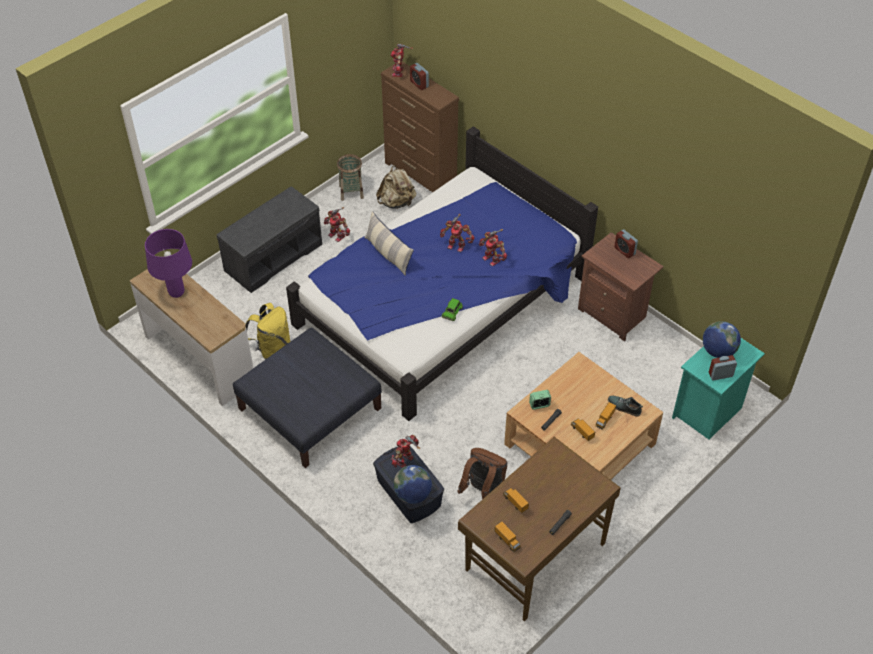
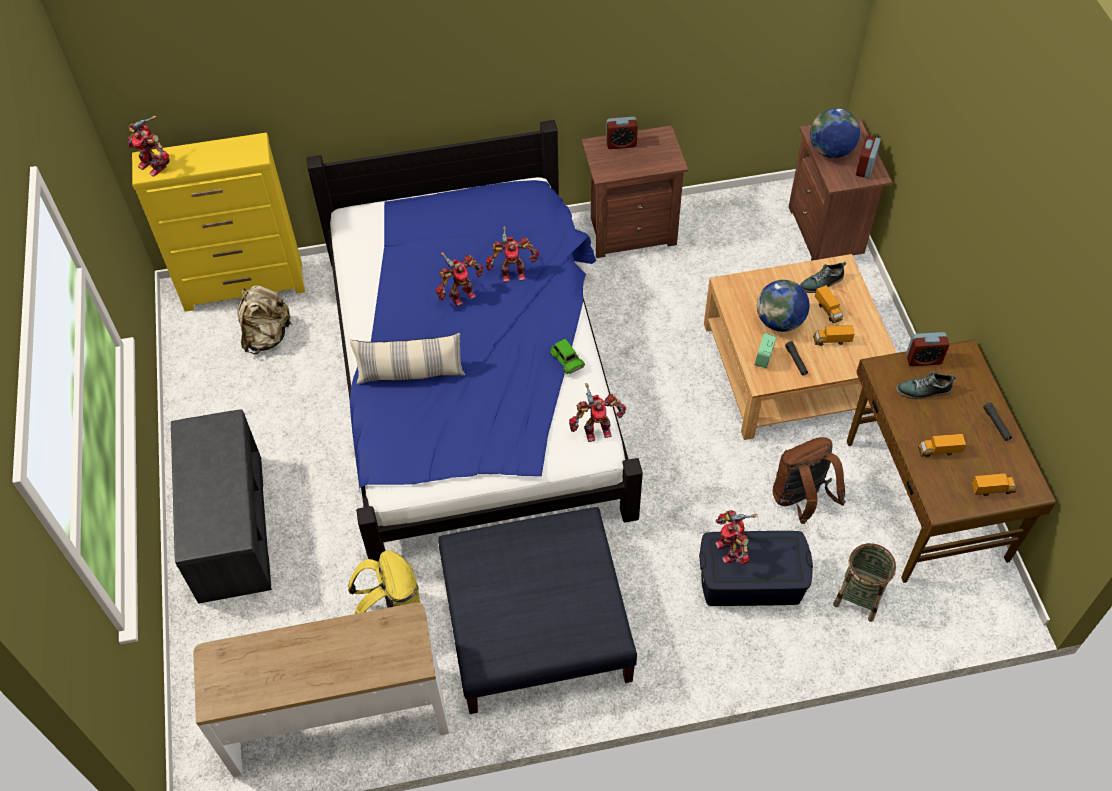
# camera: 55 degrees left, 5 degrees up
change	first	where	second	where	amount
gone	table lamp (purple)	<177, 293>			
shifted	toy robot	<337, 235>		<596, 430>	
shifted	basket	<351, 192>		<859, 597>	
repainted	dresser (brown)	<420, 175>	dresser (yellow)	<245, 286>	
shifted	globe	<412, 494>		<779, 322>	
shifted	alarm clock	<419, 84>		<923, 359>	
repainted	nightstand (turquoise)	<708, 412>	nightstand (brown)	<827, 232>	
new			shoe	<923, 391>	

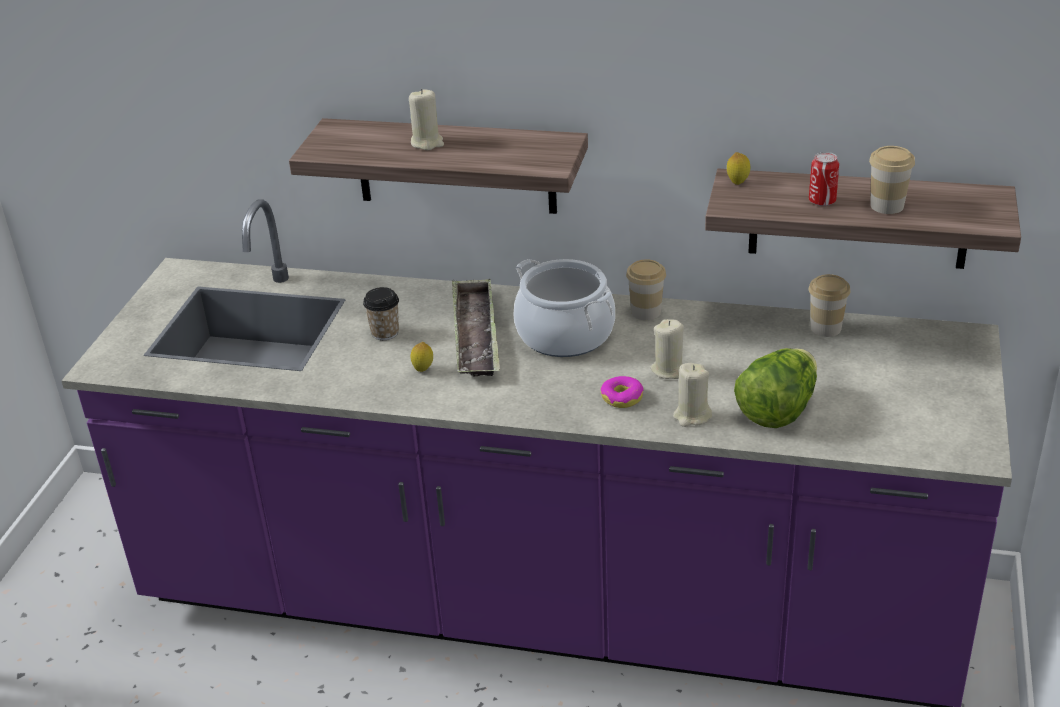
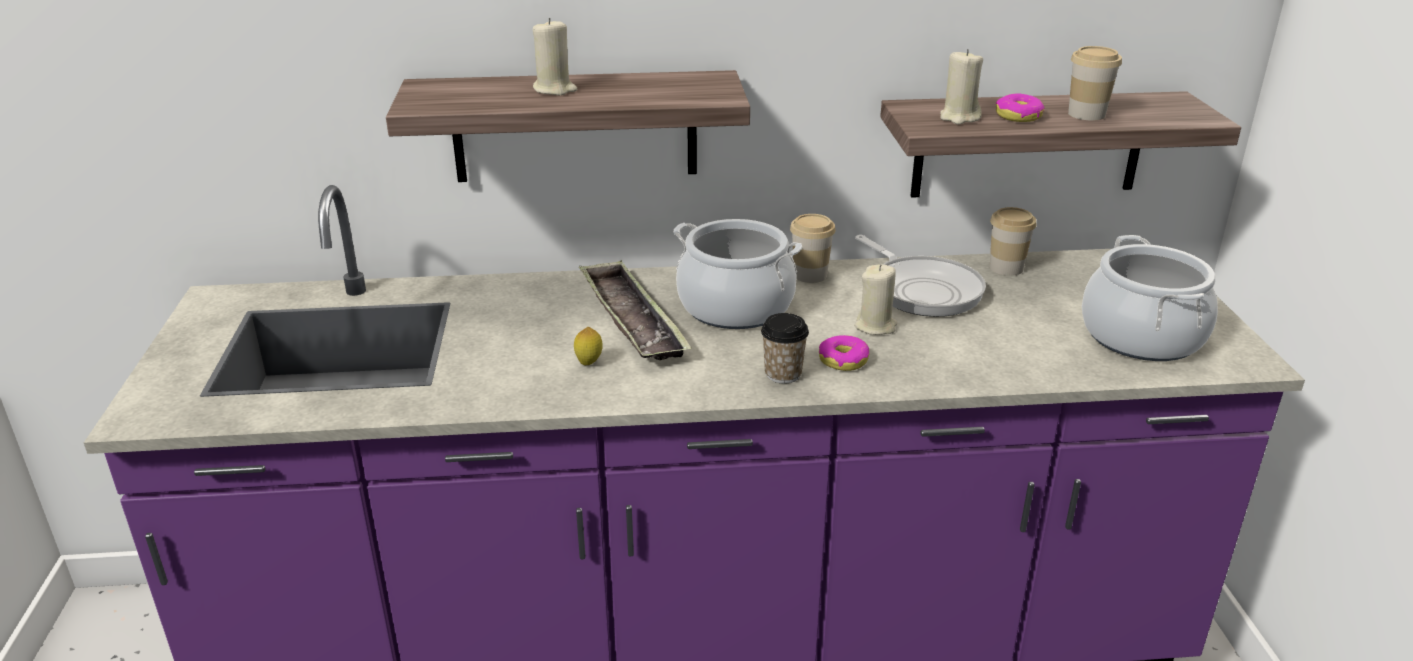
# camera: 20 degrees left, 5 degrees down
change	first	where	second	where	amount
shifted	cup	<385, 333>		<783, 374>	
shifted	candle (beige)	<692, 416>		<959, 117>	
gone	lemon	<737, 182>			
gone	lettuce	<777, 410>			
swapped	can	<822, 201>	donut	<1018, 116>	
new			frying pan	<922, 290>	
new			cooking pot	<1141, 336>	

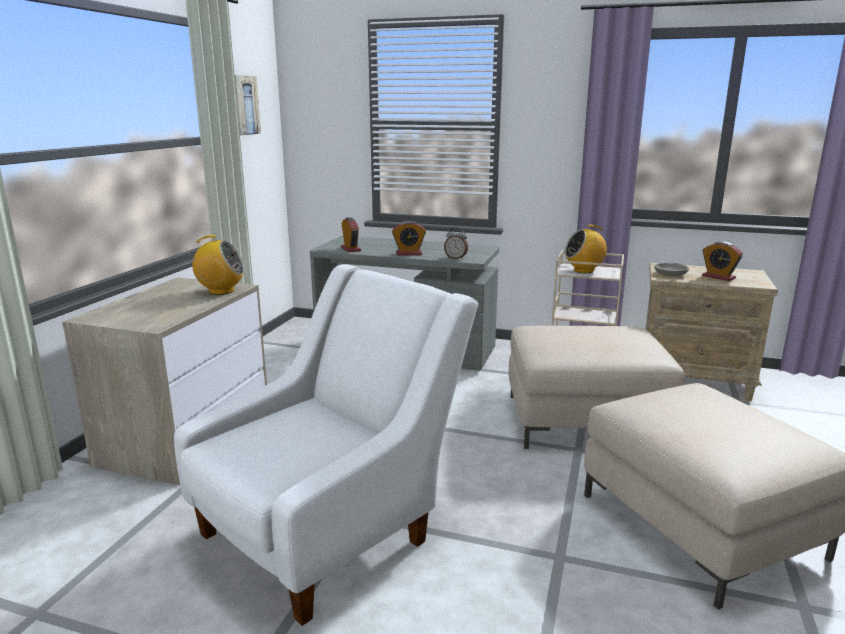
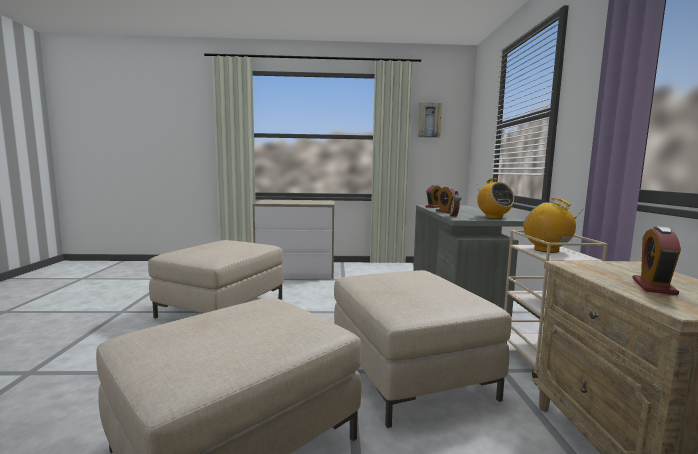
# camera: 70 degrees right, 10 degrees down
change	first	where	second	where	amount
swapped	armchair (white)	<330, 528>	ottoman (beige)	<222, 307>	
shifted	radio	<221, 291>		<493, 217>	
gone	bowl (grey)	<670, 274>			

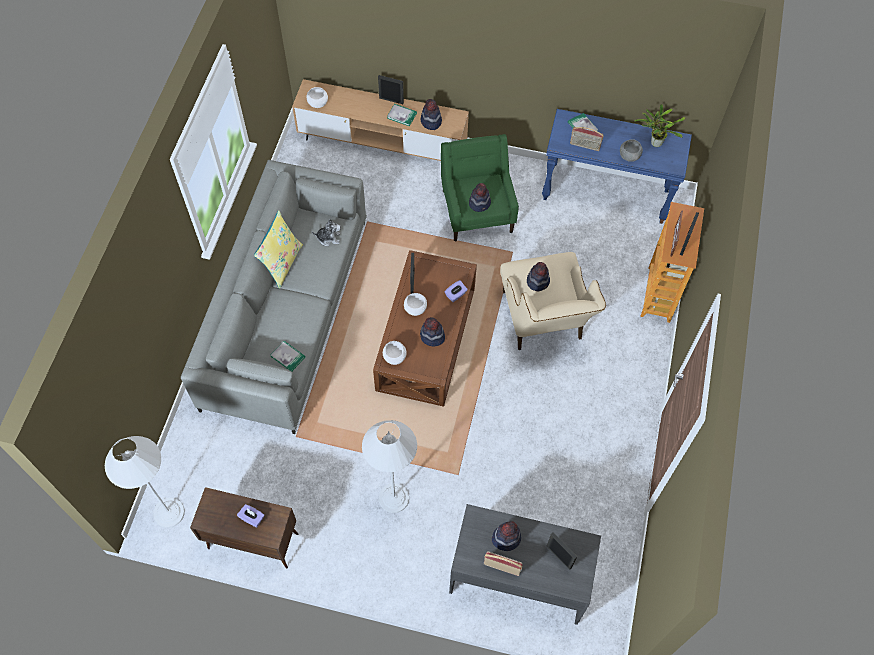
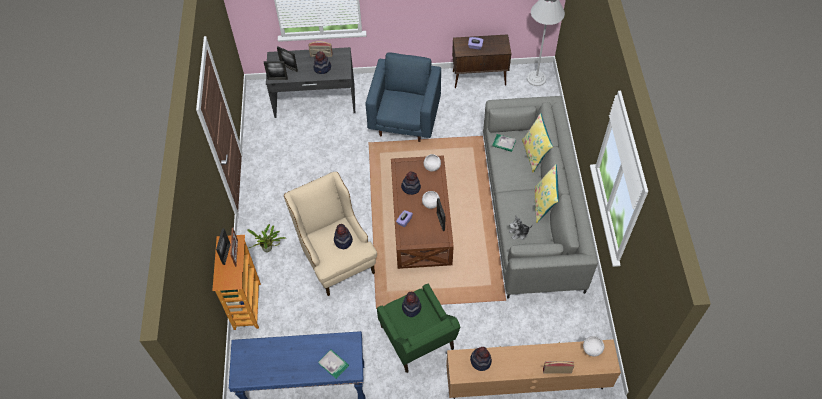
# camera: 165 degrees right, 5 degrees down
change	first	where	second	where	amount
swapped	floor lamp (white)	<393, 498>	armchair (blue)	<405, 120>	
shifted	picture frame	<391, 100>		<277, 79>	
gone	book	<402, 115>			
shifted	radio	<584, 146>		<556, 370>	
gone	bowl (grey)	<629, 156>			
shifted	potted plant	<654, 142>		<269, 249>	
new			pillow (yellow)	<534, 154>	

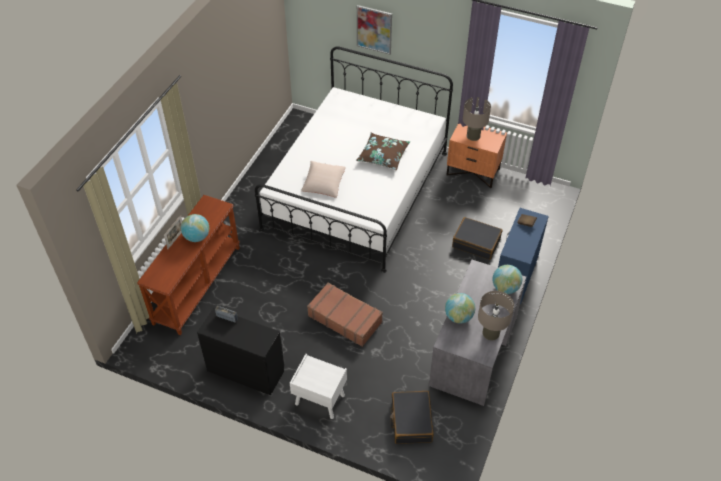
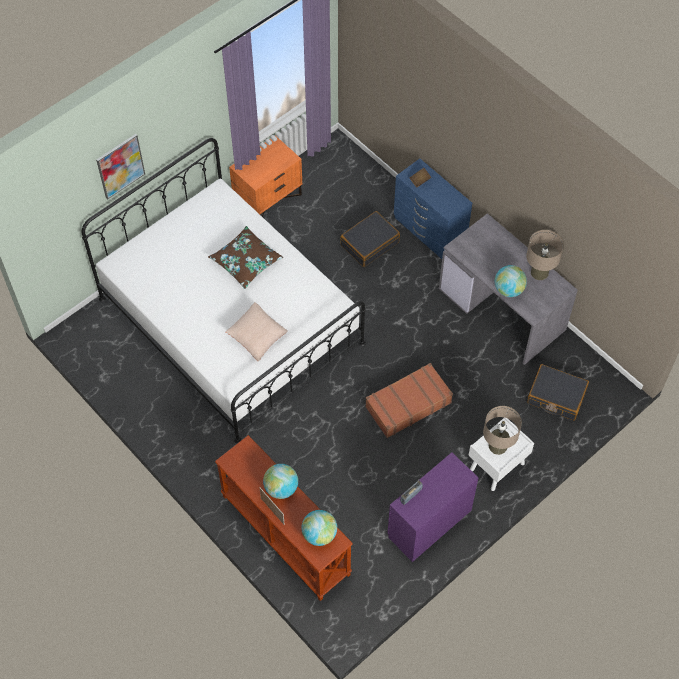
# camera: 65 degrees left, 10 degrees up
change	first	where	second	where	amount
repainted	dresser (black)	<245, 370>	dresser (purple)	<428, 523>	
shifted	table lamp (beige)	<473, 136>		<497, 446>	
shifted	globe	<505, 288>		<319, 534>	

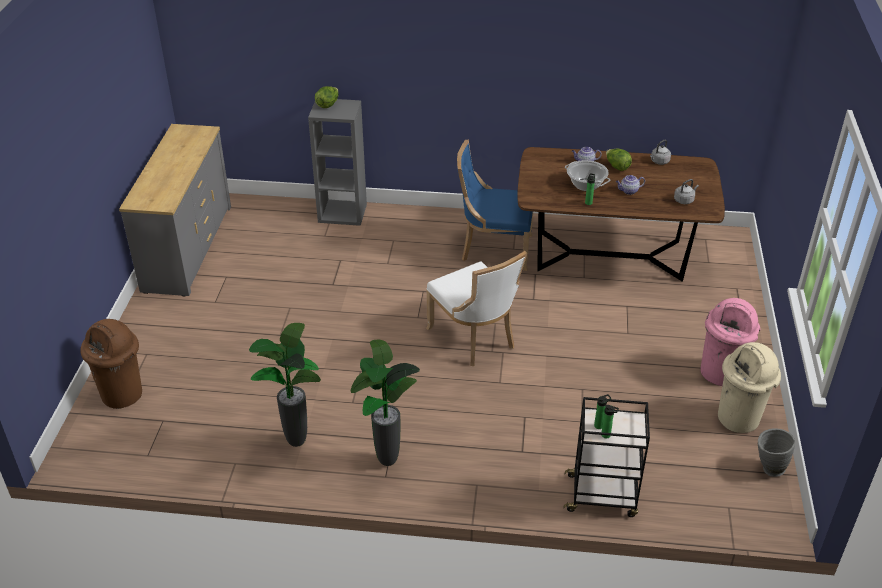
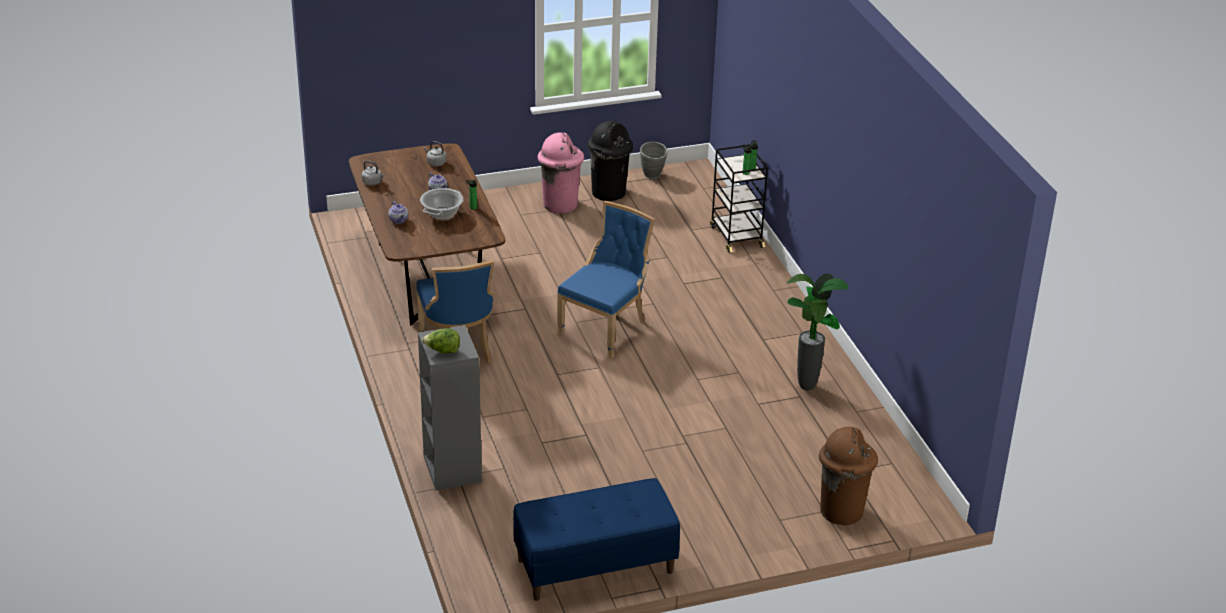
# camera: 115 degrees left, 5 degrees down
change	first	where	second	where	amount
swapped	dresser (grey)	<187, 248>	bench (blue)	<595, 566>	
gone	potted plant	<386, 462>			
repainted	chair (white)	<475, 339>	chair (blue)	<606, 328>	
gone	lettuce	<617, 167>			
repainted	trash can (beige)	<739, 419>	trash can (black)	<609, 192>	

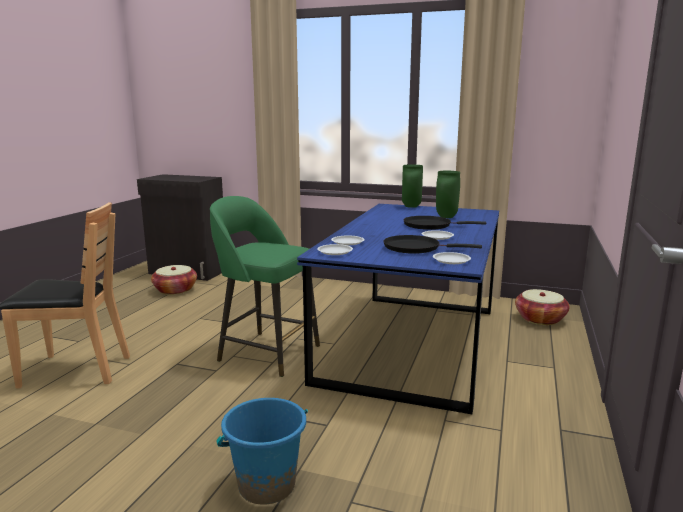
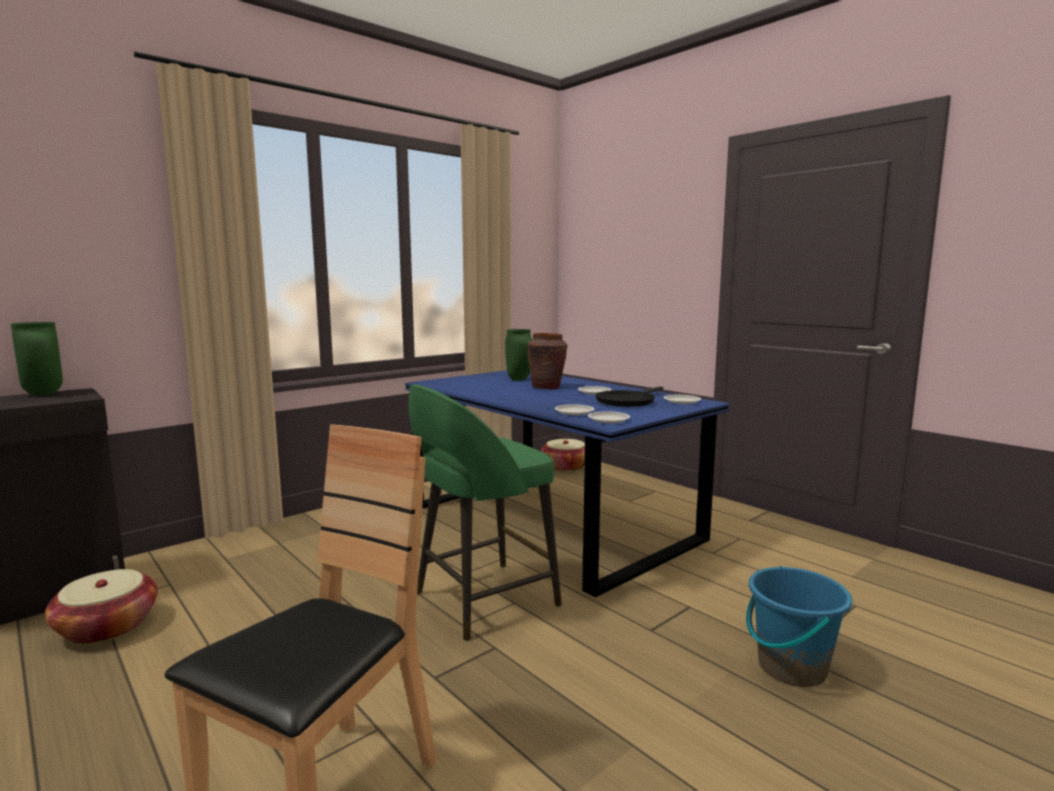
# camera: 60 degrees left, 5 degrees down
change	first	where	second	where	amount
shifted	vase (green)	<410, 206>		<42, 394>	
swapped	frying pan (black)	<430, 225>	vase (brown)	<546, 387>	

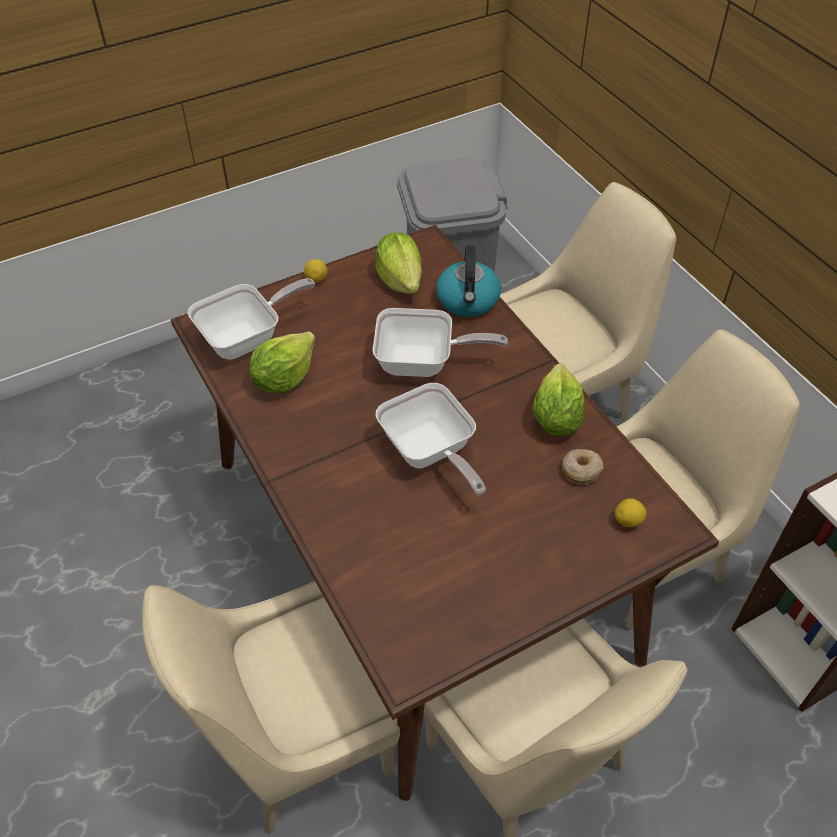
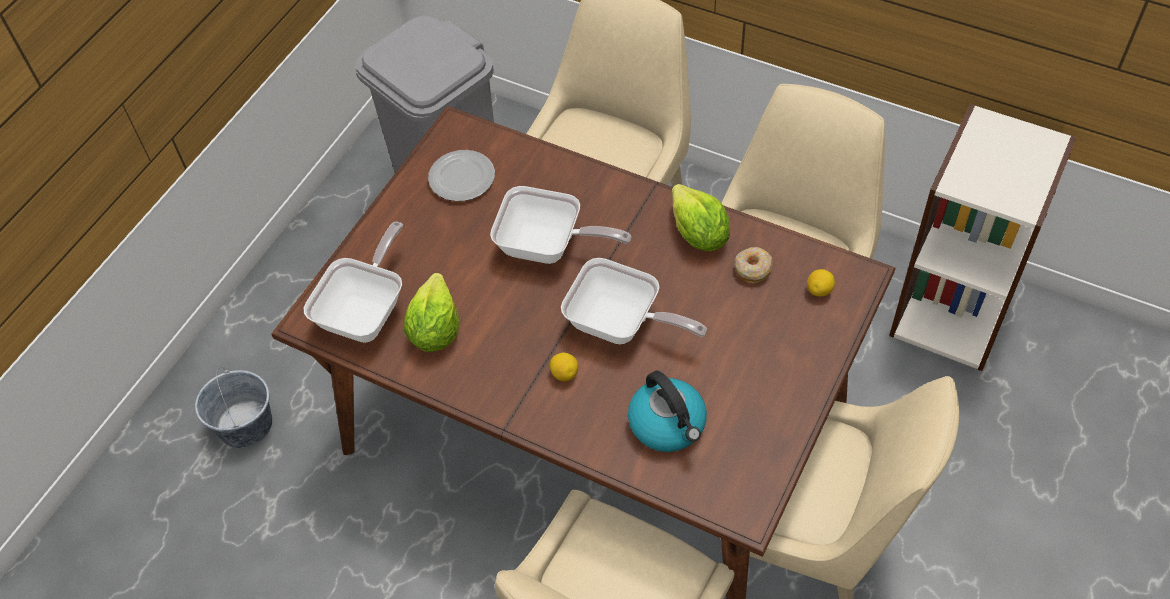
# camera: 30 degrees left, 5 degrees up
change	first	where	second	where	amount
shifted	lemon	<316, 279>		<564, 373>	
rotated	frying pan	<423, 363>		<548, 247>	45 degrees clockwise
swapped	lettuce	<400, 280>	plate	<462, 178>	
shifted	kettle	<468, 301>		<668, 424>	
new			bucket (grey)	<245, 425>	

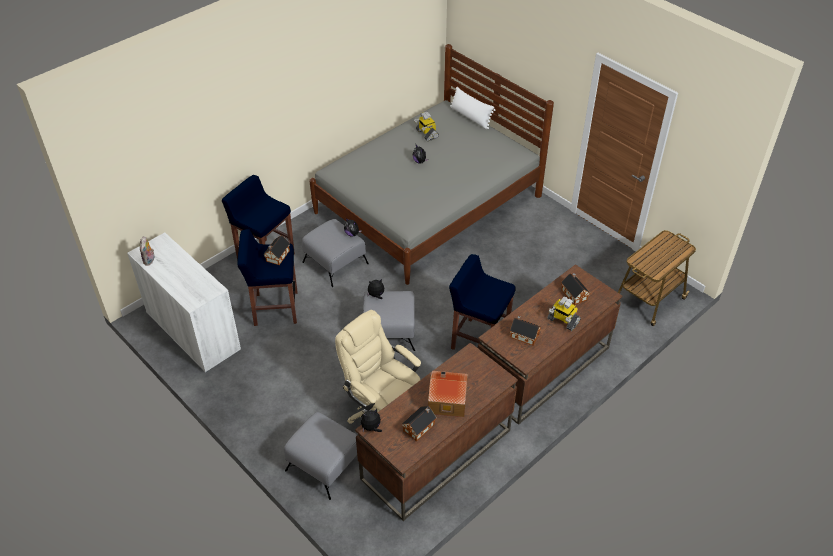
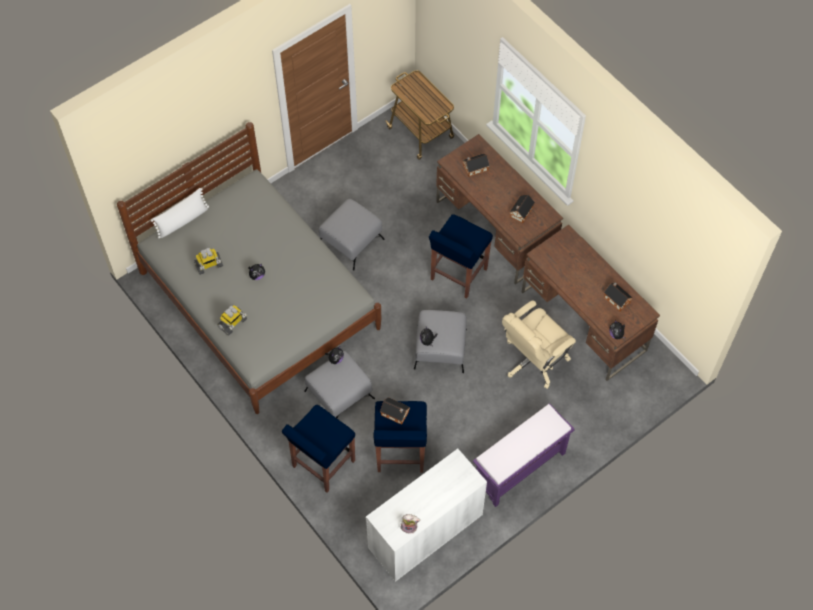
# camera: 85 degrees left, 15 degrees up
change	first	where	second	where	amount
shifted	ottoman (grey)	<325, 463>		<350, 241>	
gone	toy house	<447, 399>			
shifted	toy robot	<562, 321>		<232, 323>	
new			bench (purple)	<519, 468>	

